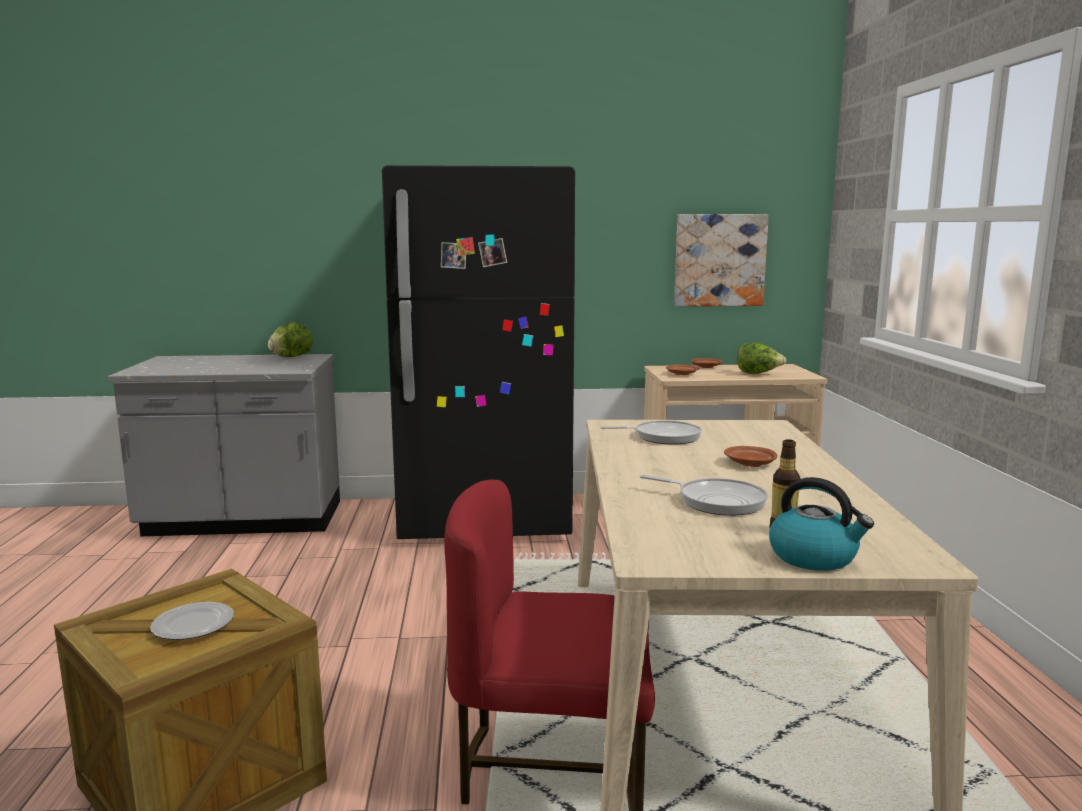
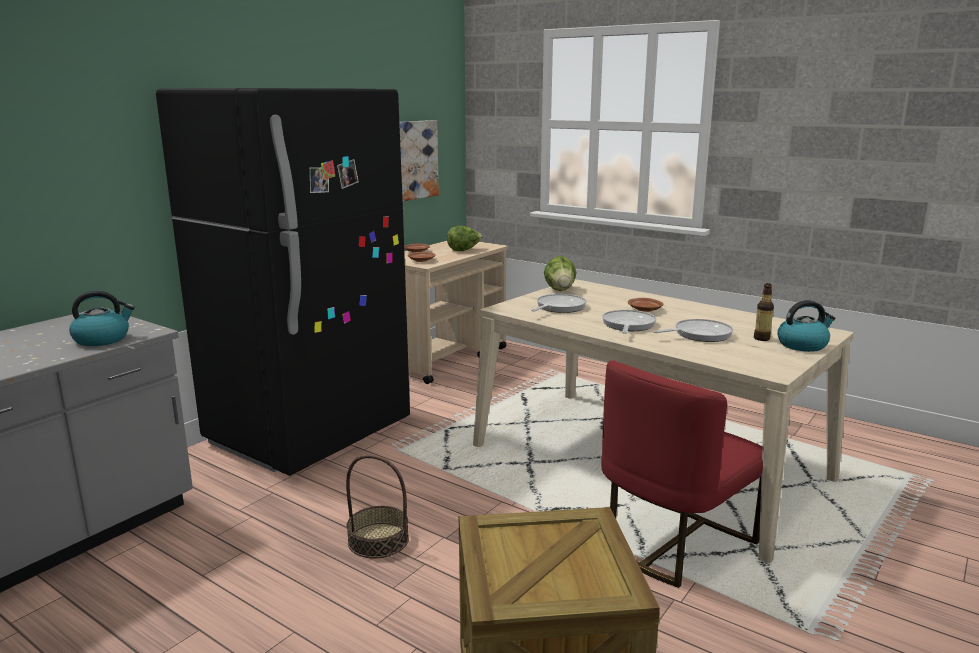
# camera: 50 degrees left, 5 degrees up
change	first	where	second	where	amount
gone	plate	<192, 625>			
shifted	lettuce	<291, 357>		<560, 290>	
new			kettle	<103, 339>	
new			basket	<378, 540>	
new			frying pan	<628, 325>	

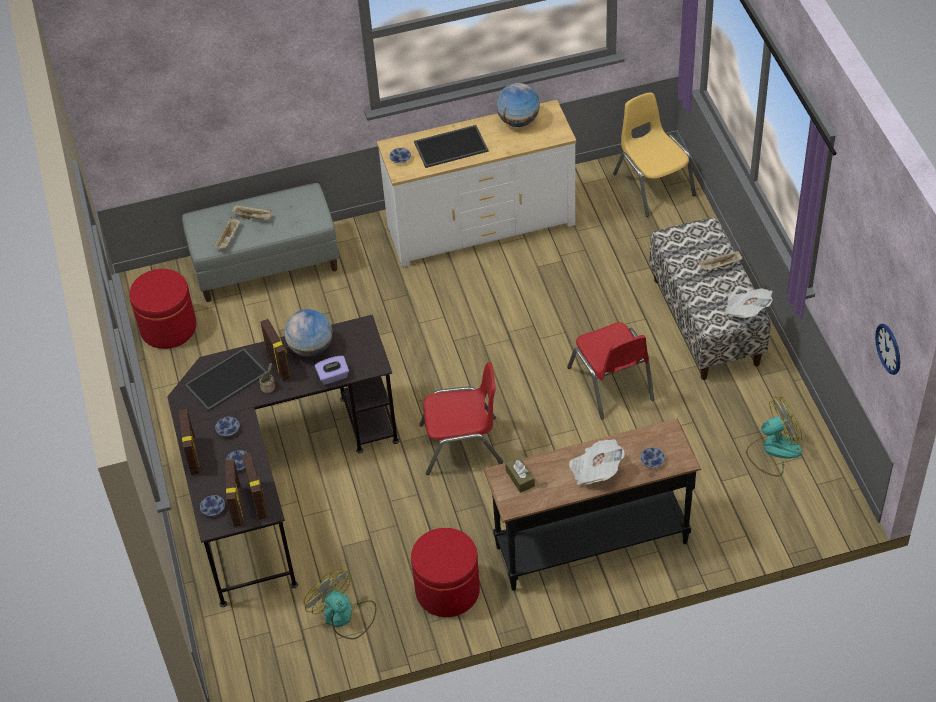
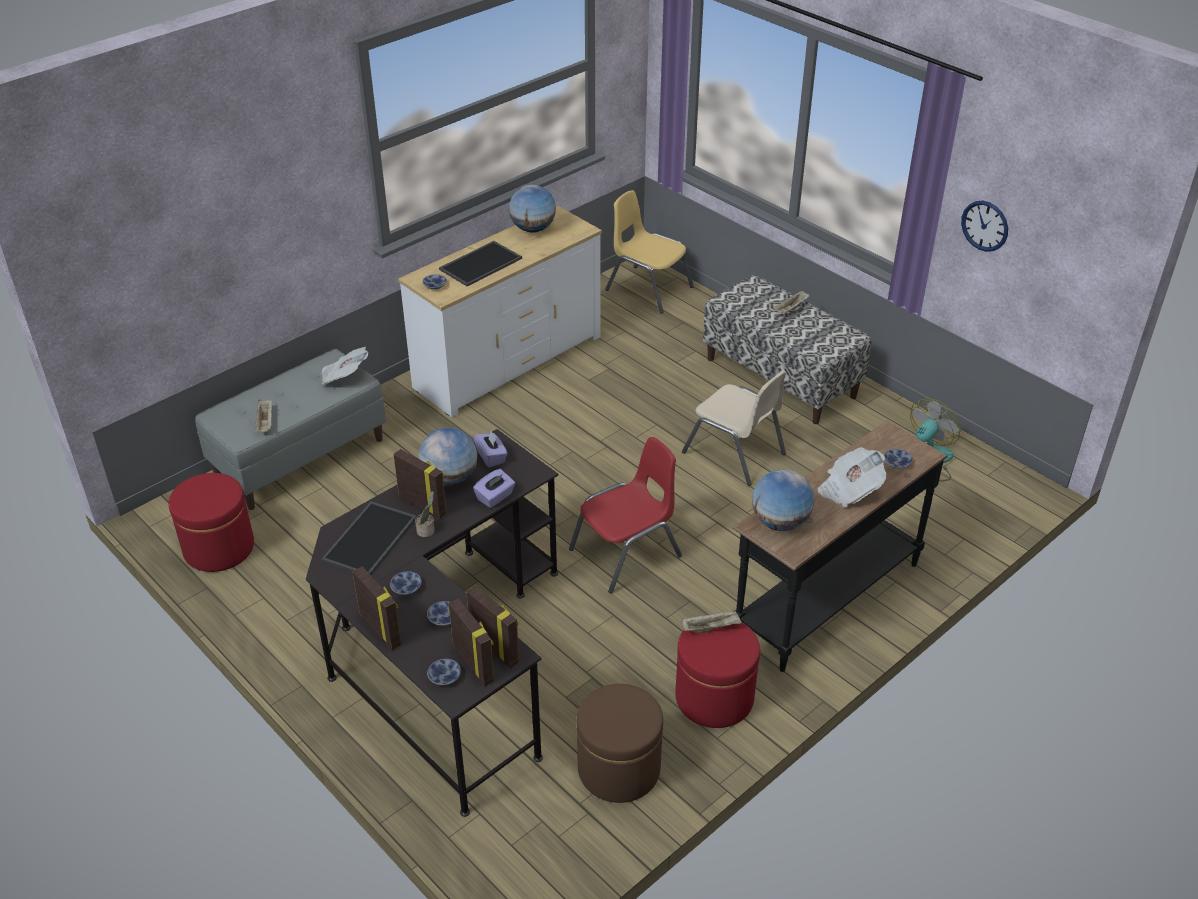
# camera: 30 degrees left, 10 degrees down
change	first	where	second	where	amount
shifted	tray (beige)	<253, 217>		<711, 628>	
swapped	fan	<344, 616>	ottoman (brown)	<619, 769>	
swapped	tissue box (brown)	<520, 478>	globe	<779, 522>	
repainted	chair (red)	<611, 384>	chair (beige)	<734, 453>	
shifted	newspaper	<746, 311>		<344, 376>	
shifted	wall clock	<888, 348>		<985, 225>	
new			tissue box (purple)	<491, 457>	

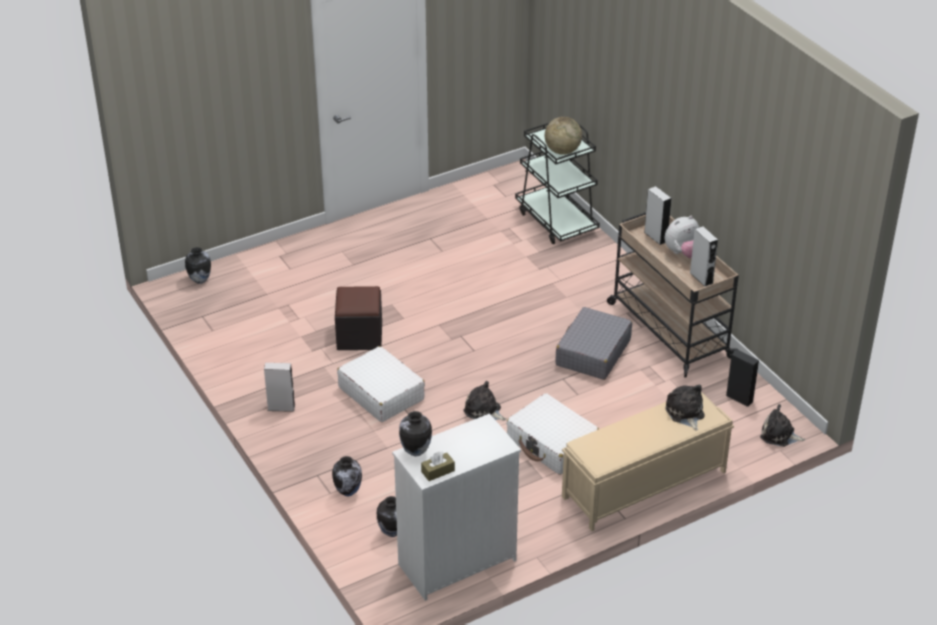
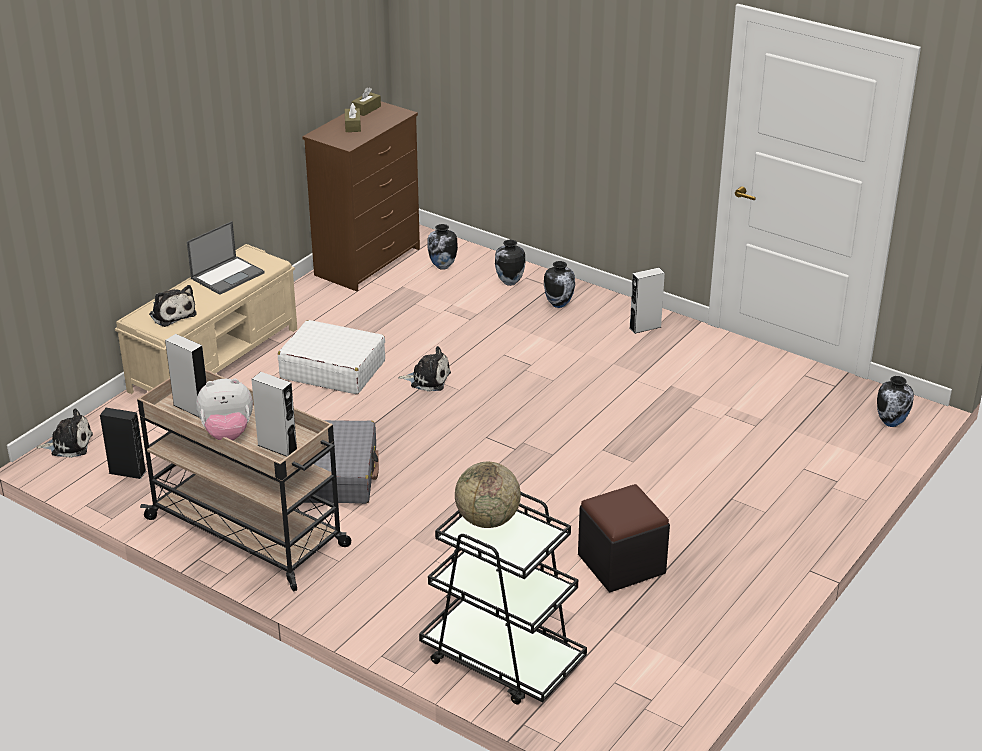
# camera: 155 degrees right, 5 degrees down
change	first	where	second	where	amount
shifted	ottoman (black)	<359, 336>		<621, 564>	
gone	suitcase (white)	<381, 393>			
repainted	dresser (white)	<455, 562>	dresser (brown)	<369, 261>	
shifted	vase	<415, 451>		<559, 304>	
rotated	plush toy	<683, 253>		<227, 434>	135 degrees counterclockwise
new			laptop	<228, 275>	
new			tissue box (brown)	<352, 126>	

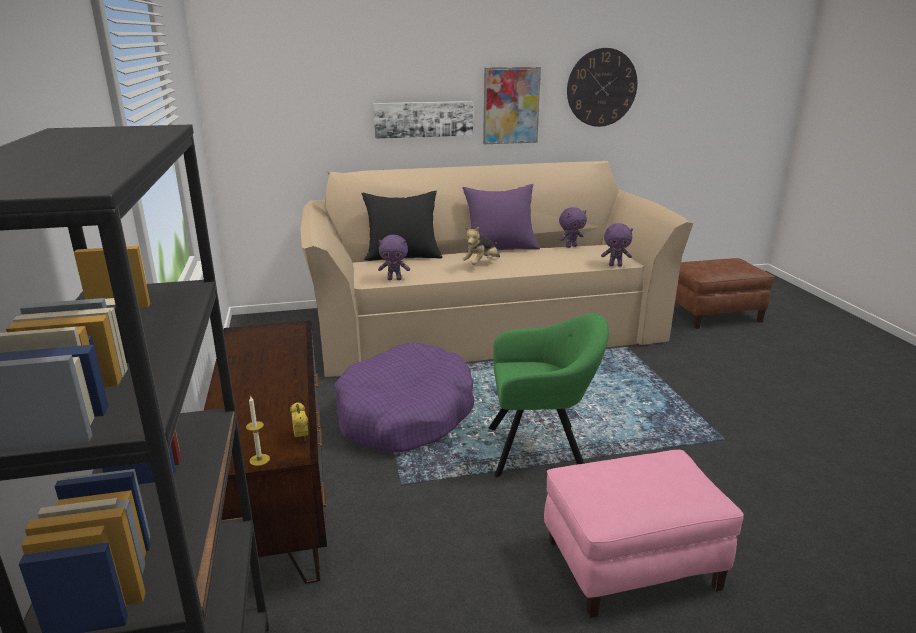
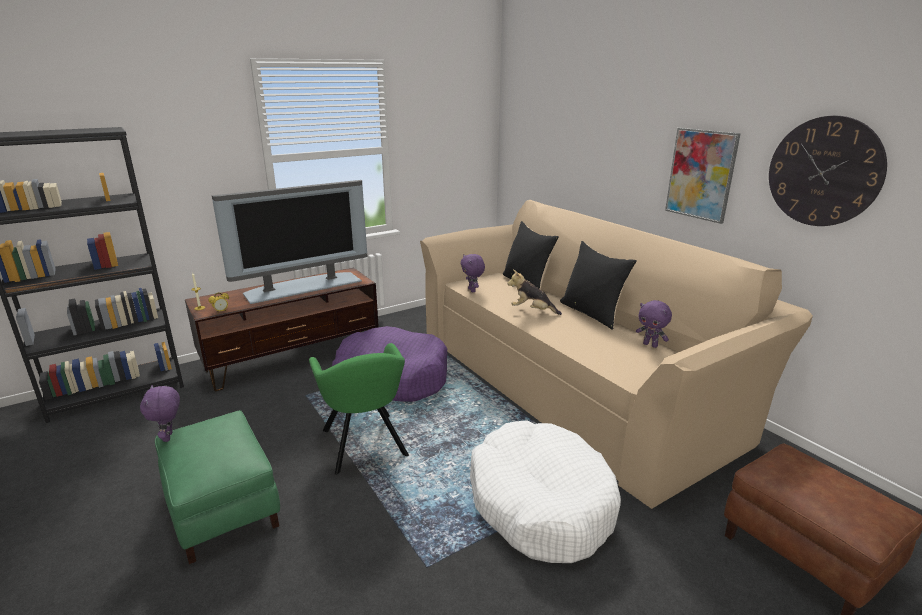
# camera: 70 degrees right, 0 degrees up
change	first	where	second	where	amount
gone	picture	<423, 119>			
repainted	pillow (purple)	<500, 248>	pillow (black)	<593, 313>	
repainted	ottoman (pink)	<631, 563>	ottoman (green)	<224, 509>	
shifted	plush toy (purple)	<615, 265>		<169, 437>	
new			television	<303, 286>	
new			dog bed (white)	<540, 503>	

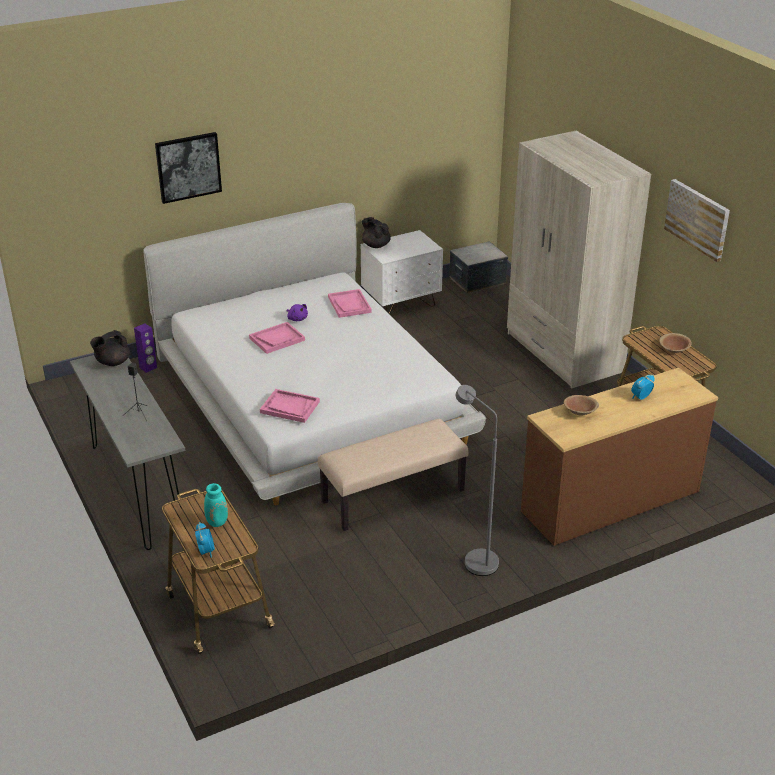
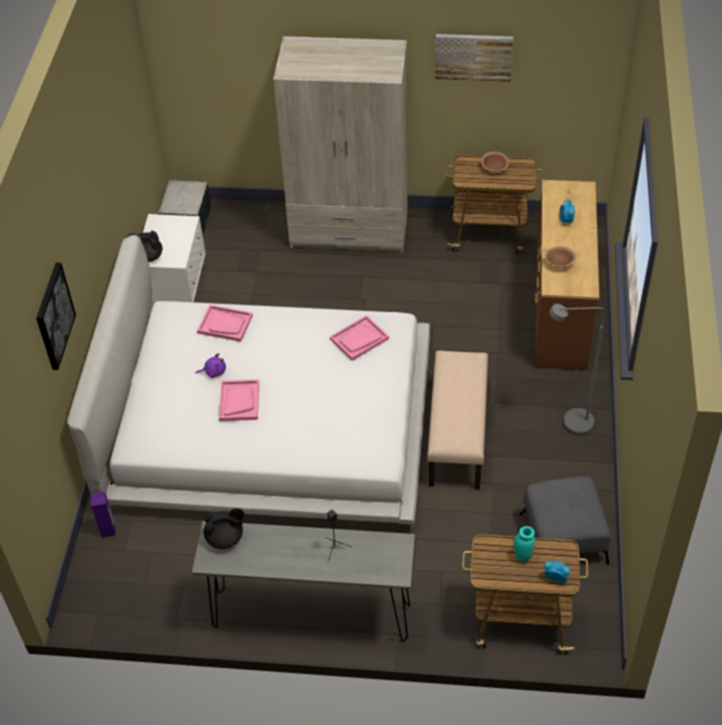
# camera: 55 degrees left, 15 degrees up
change	first	where	second	where	amount
rotated	teapot (black)	<112, 362>		<225, 538>	90 degrees counterclockwise
shifted	tray (pink)	<289, 407>		<359, 339>	
new			ottoman (grey)	<563, 539>	

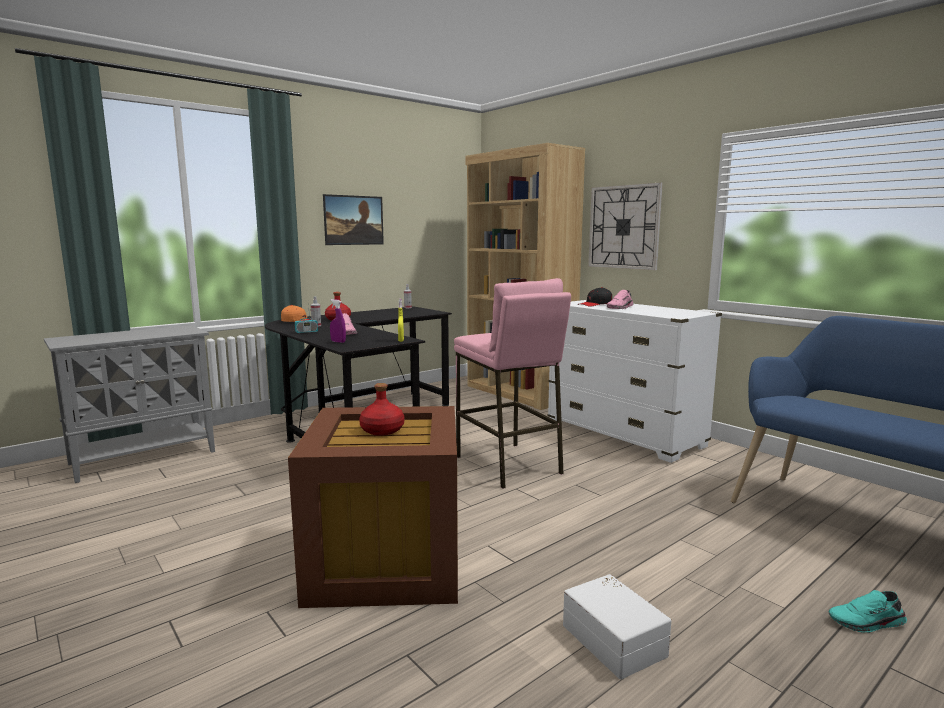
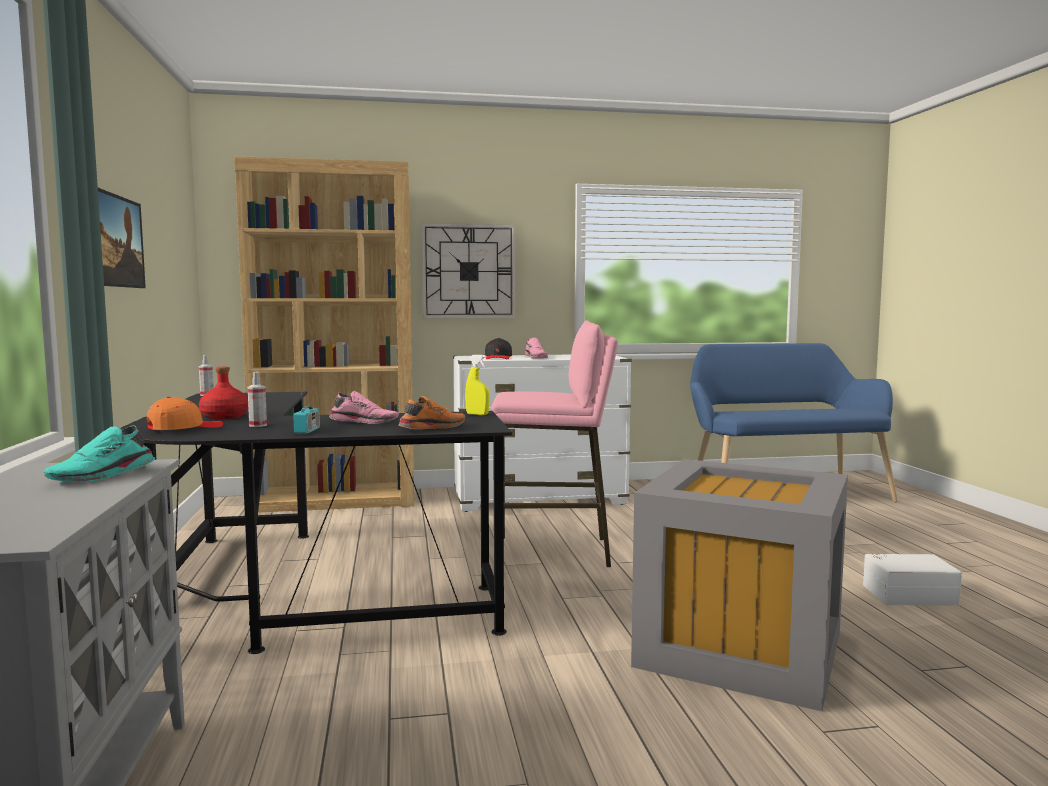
# camera: 60 degrees left, 5 degrees down
change	first	where	second	where	amount
repainted	storage box (brown)	<384, 560>	storage box (grey)	<736, 650>	
swapped	spray bottle (purple)	<338, 342>	shoe (orange)	<431, 428>	
gone	bottle (red)	<382, 430>			
shifted	shoe (turquoise)	<867, 623>		<104, 475>	

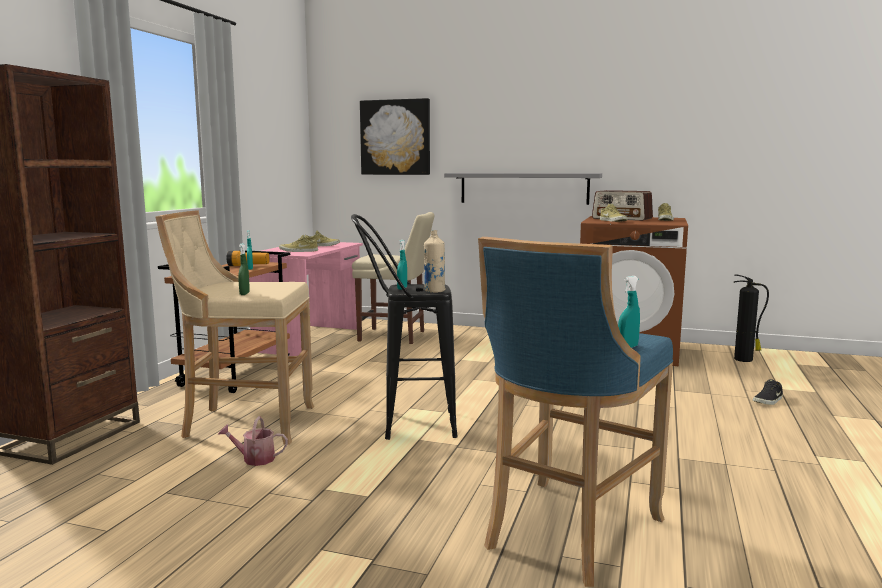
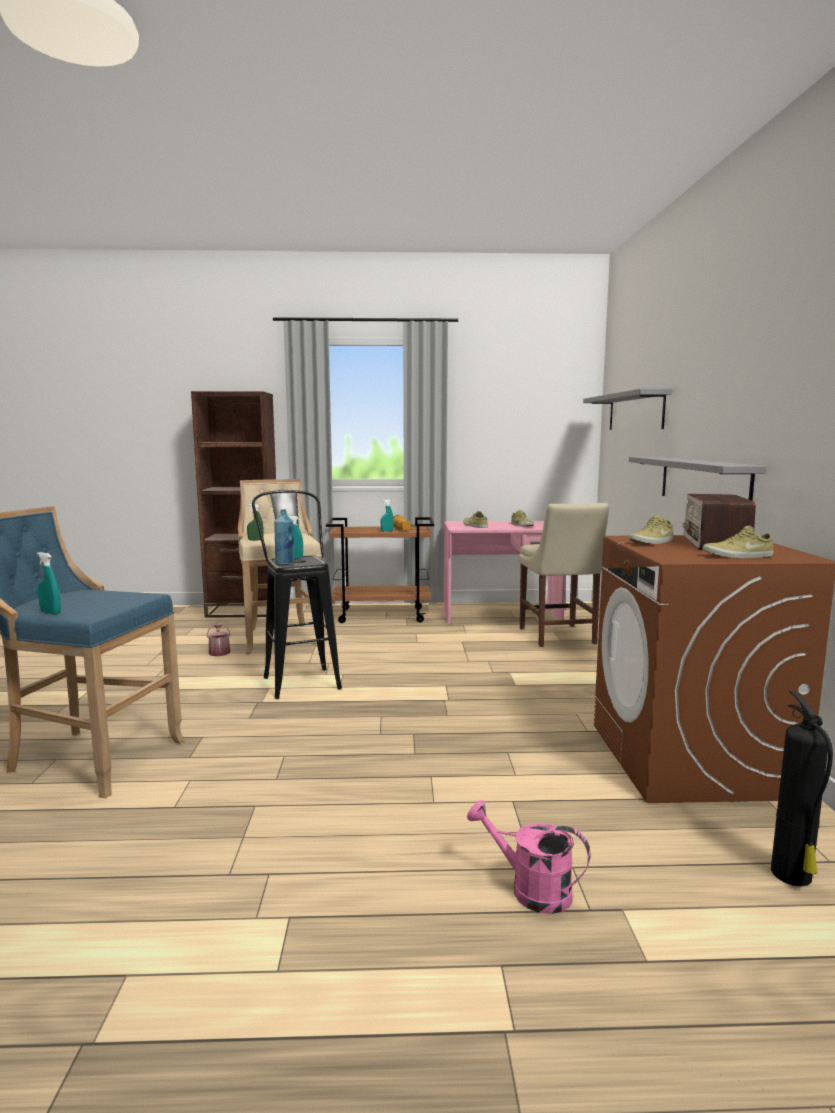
# camera: 70 degrees right, 0 degrees up
change	first	where	second	where	amount
swapped	picture	<395, 137>	shelf (grey)	<635, 412>	
repainted	bottle (beige)	<434, 291>	bottle (blue)	<285, 564>	
swapped	shoe (black)	<768, 401>	watering can (pink)	<530, 889>	

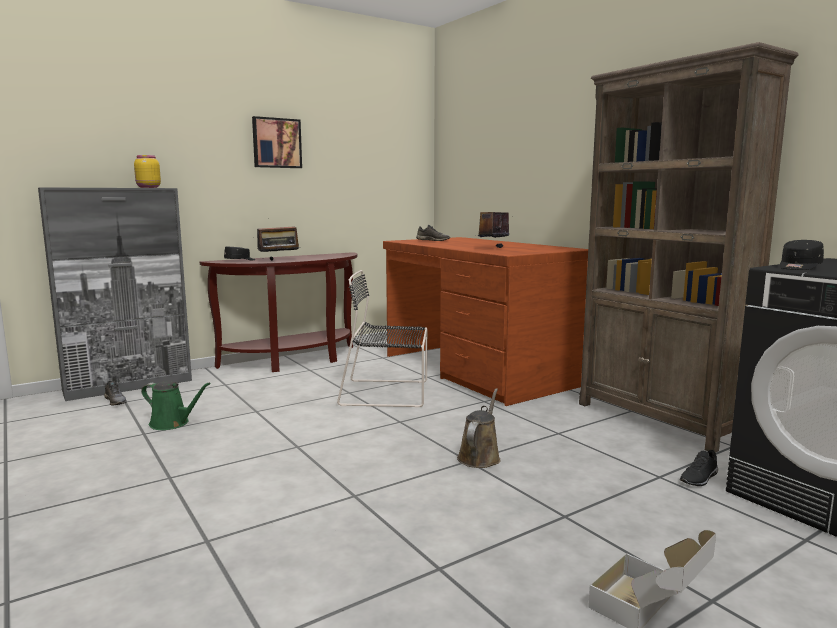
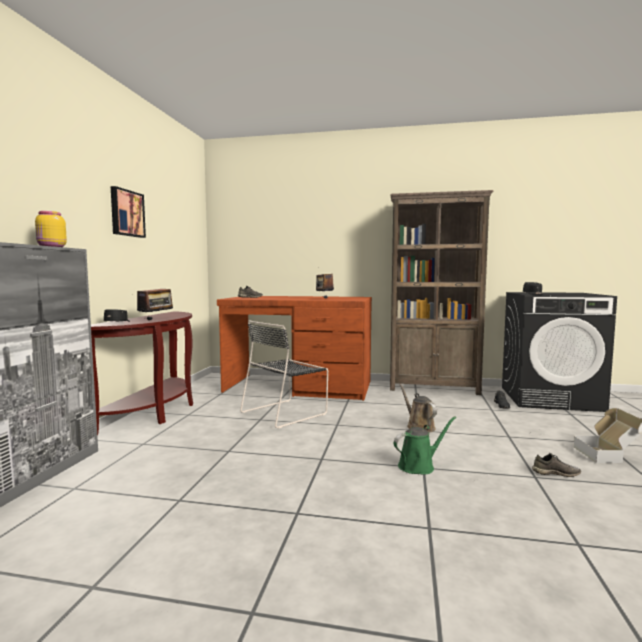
# camera: 45 degrees left, 5 degrees down
change	first	where	second	where	amount
shifted	shoe (grey)	<116, 401>		<555, 473>	
shifted	watering can (green)	<172, 423>		<419, 466>	

